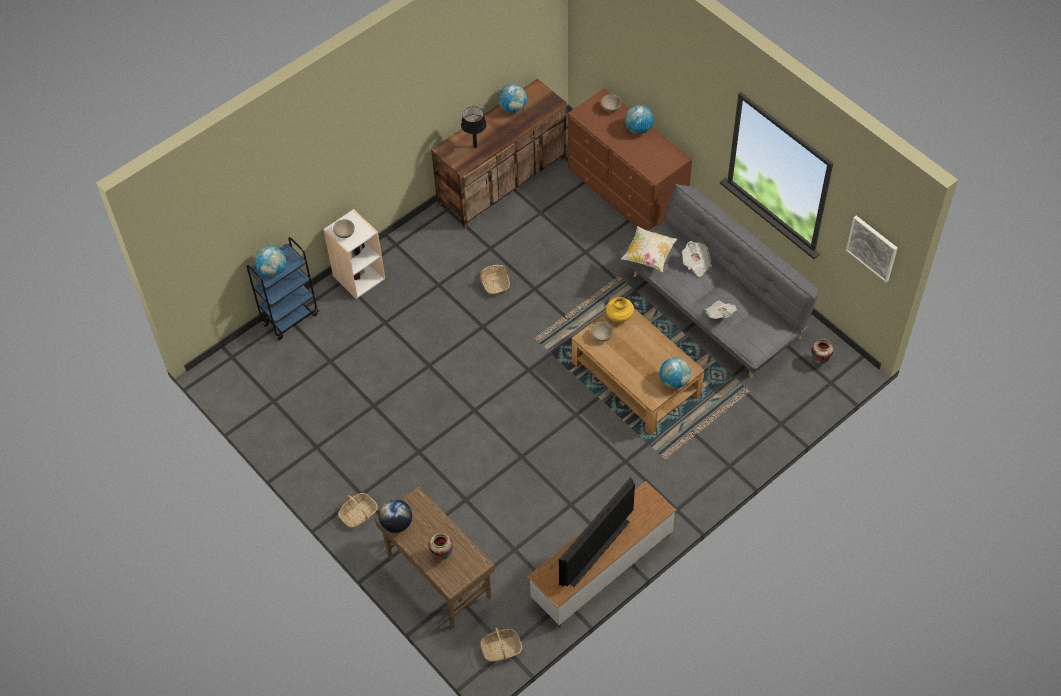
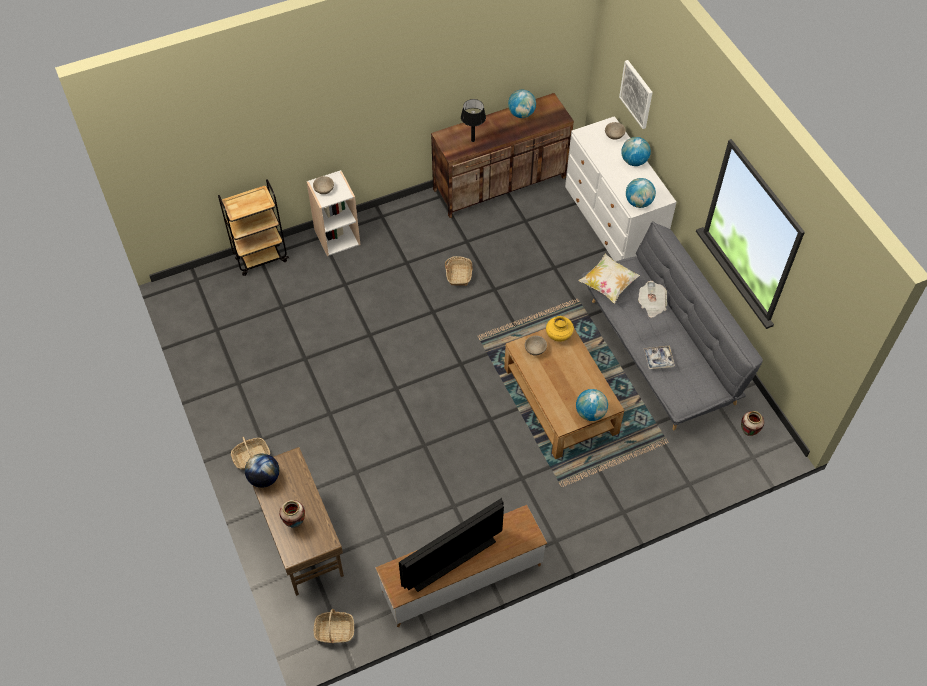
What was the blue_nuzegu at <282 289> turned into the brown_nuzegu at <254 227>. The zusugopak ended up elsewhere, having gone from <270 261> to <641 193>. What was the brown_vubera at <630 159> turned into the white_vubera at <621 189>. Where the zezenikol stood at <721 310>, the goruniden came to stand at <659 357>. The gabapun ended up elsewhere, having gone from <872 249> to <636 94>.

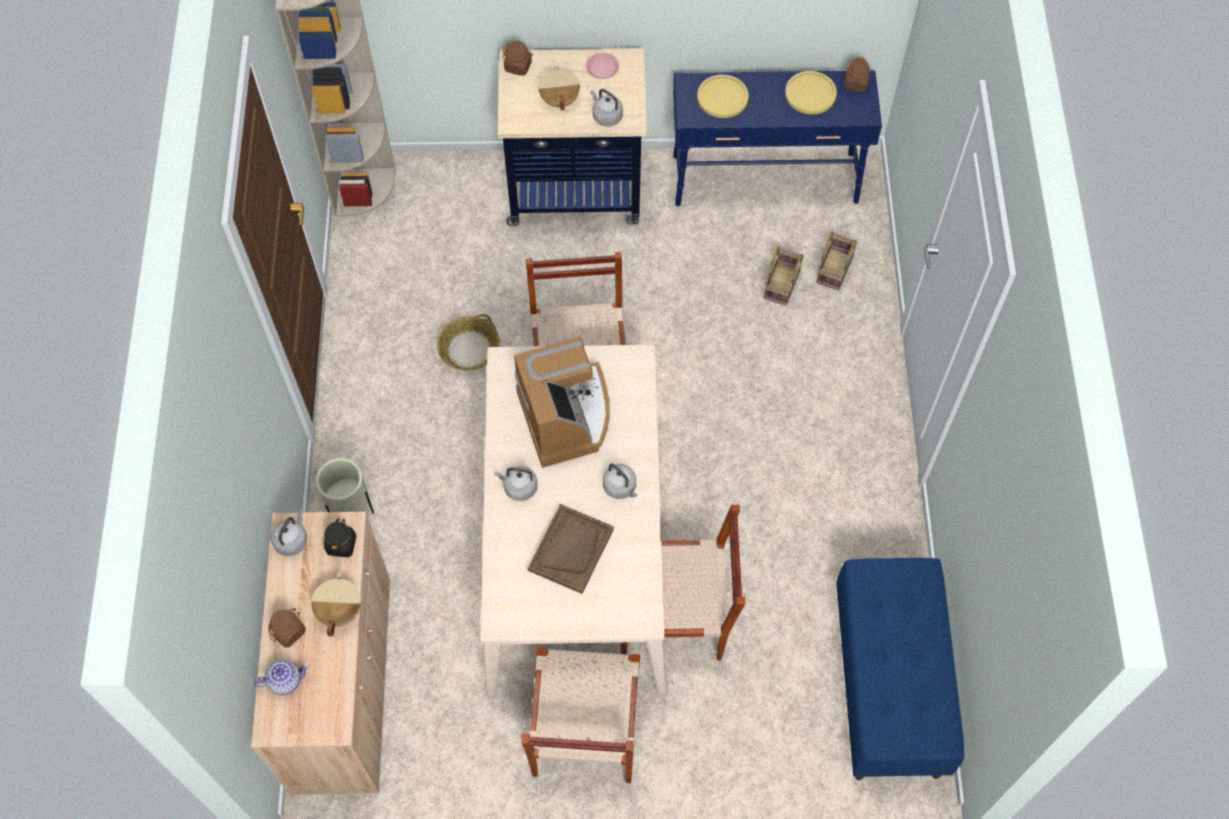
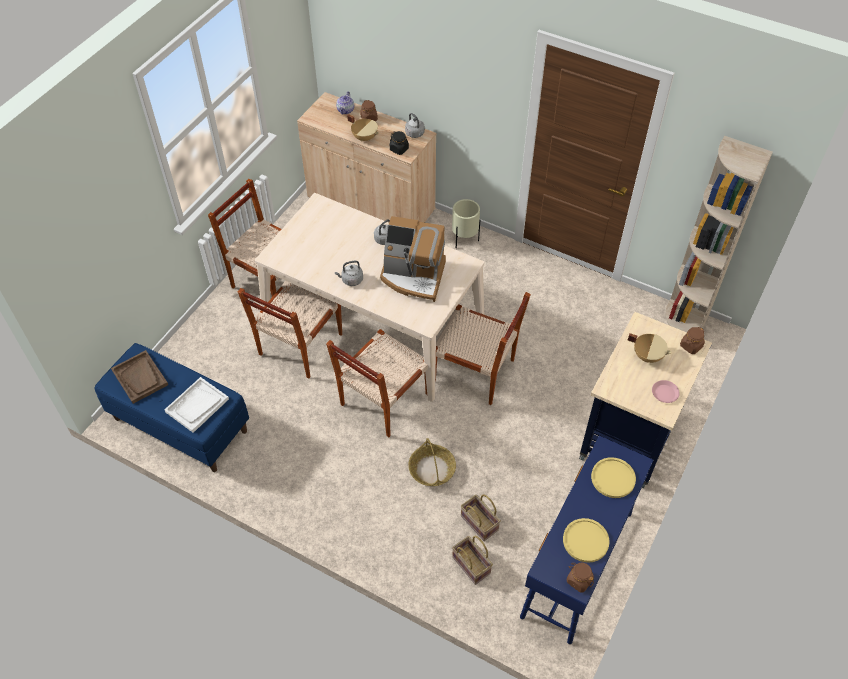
The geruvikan ended up elsewhere, having gone from <468 342> to <432 462>. The brown_goruniden ended up elsewhere, having gone from <571 549> to <139 377>. The second view lost the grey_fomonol at <606 108>. The second view gained the white_goruniden at <196 405>. The second view gained the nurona at <377 383>.

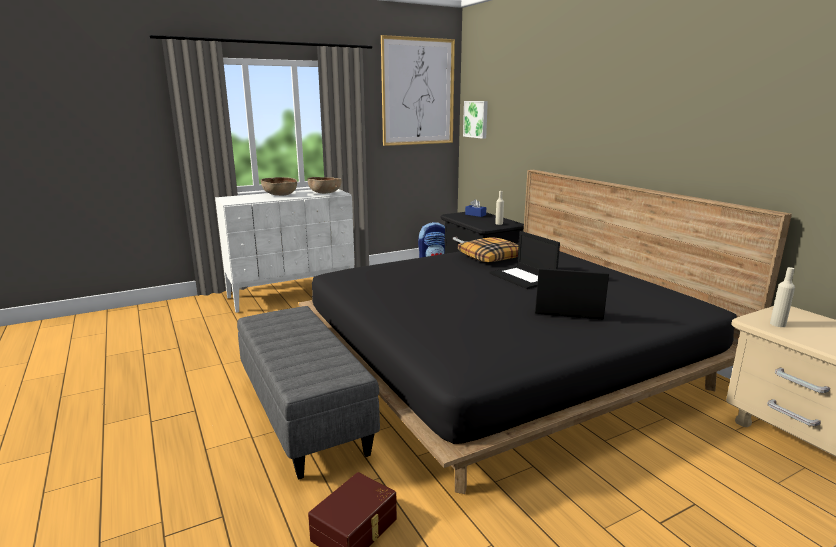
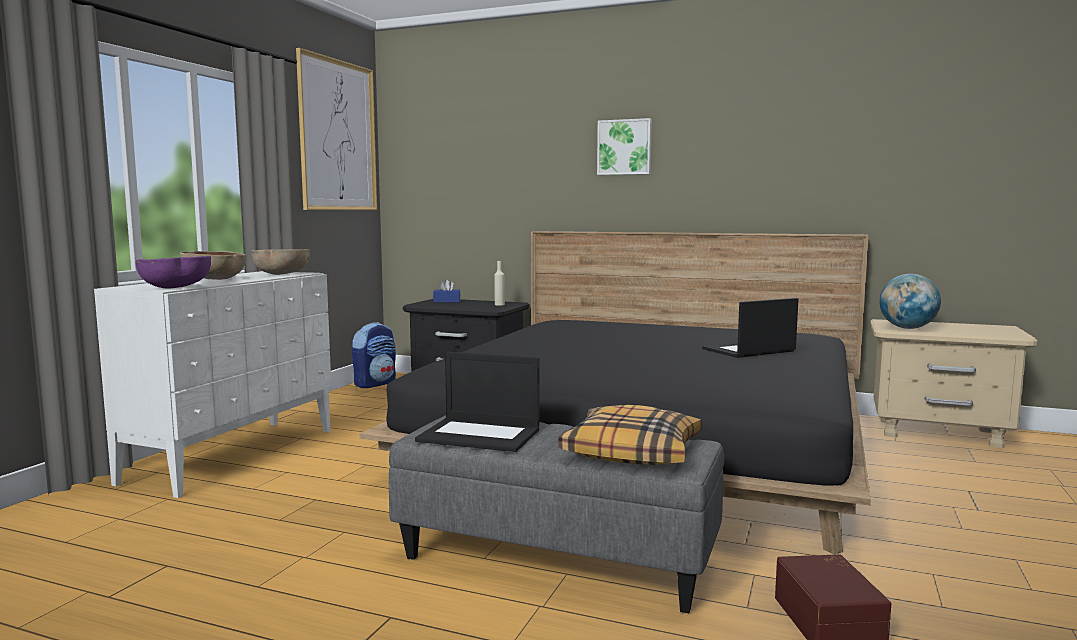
The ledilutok ended up elsewhere, having gone from <488 250> to <630 435>. The gabapun ended up elsewhere, having gone from <475 120> to <624 146>. The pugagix ended up elsewhere, having gone from <525 260> to <477 402>. Where the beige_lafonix stood at <782 297>, the zusugopak came to stand at <910 301>. The second view gained the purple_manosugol at <173 272>.

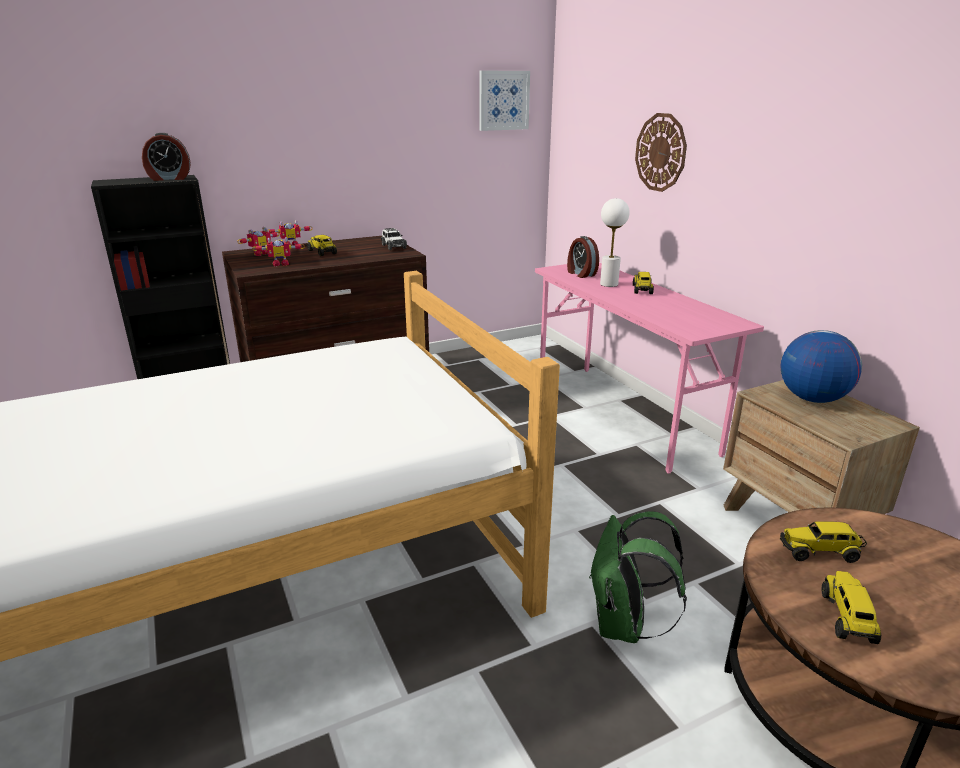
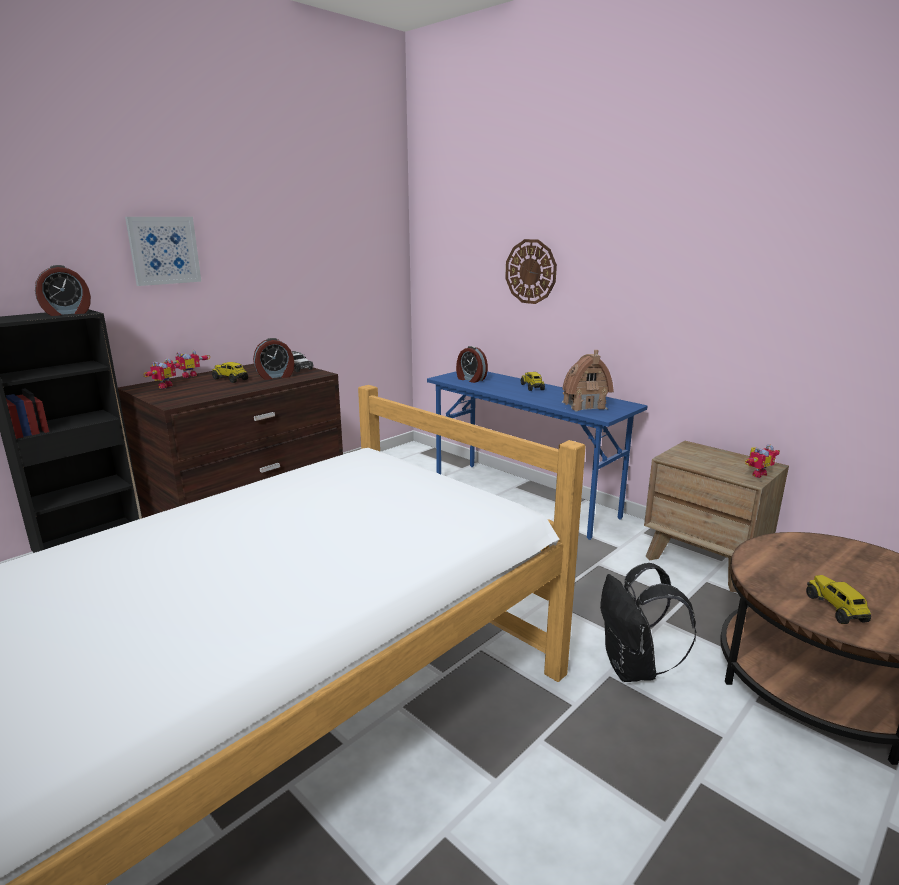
The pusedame ended up elsewhere, having gone from <278 251> to <762 461>. The gabapun ended up elsewhere, having gone from <504 101> to <163 251>. What was the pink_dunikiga at <649 368> turned into the blue_dunikiga at <537 455>. What was the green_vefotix at <638 577> turned into the black_vefotix at <648 622>. The second view lost the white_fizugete at <615 242>. The second view lost the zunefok at <823 542>. The second view lost the zusugopak at <821 366>. The second view gained the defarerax at <273 359>. The second view gained the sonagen at <588 380>.

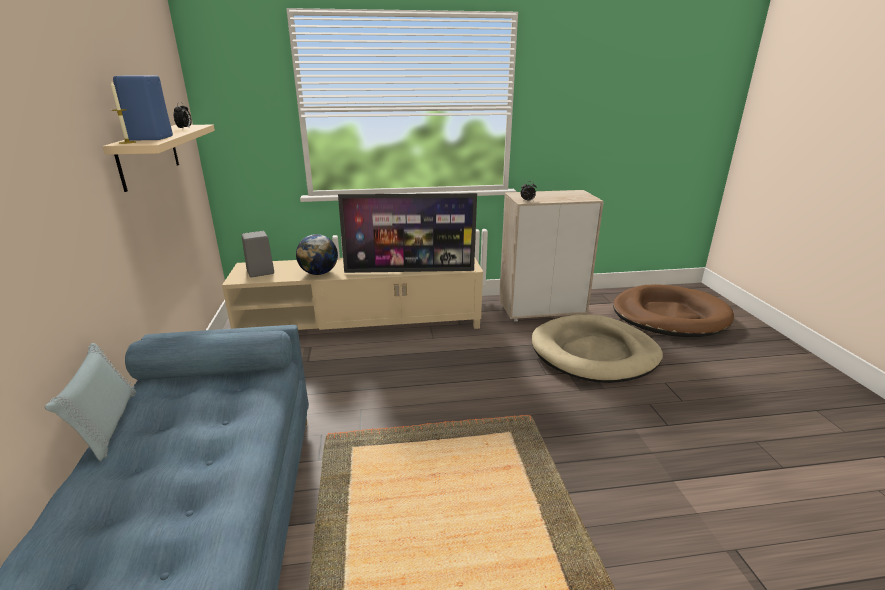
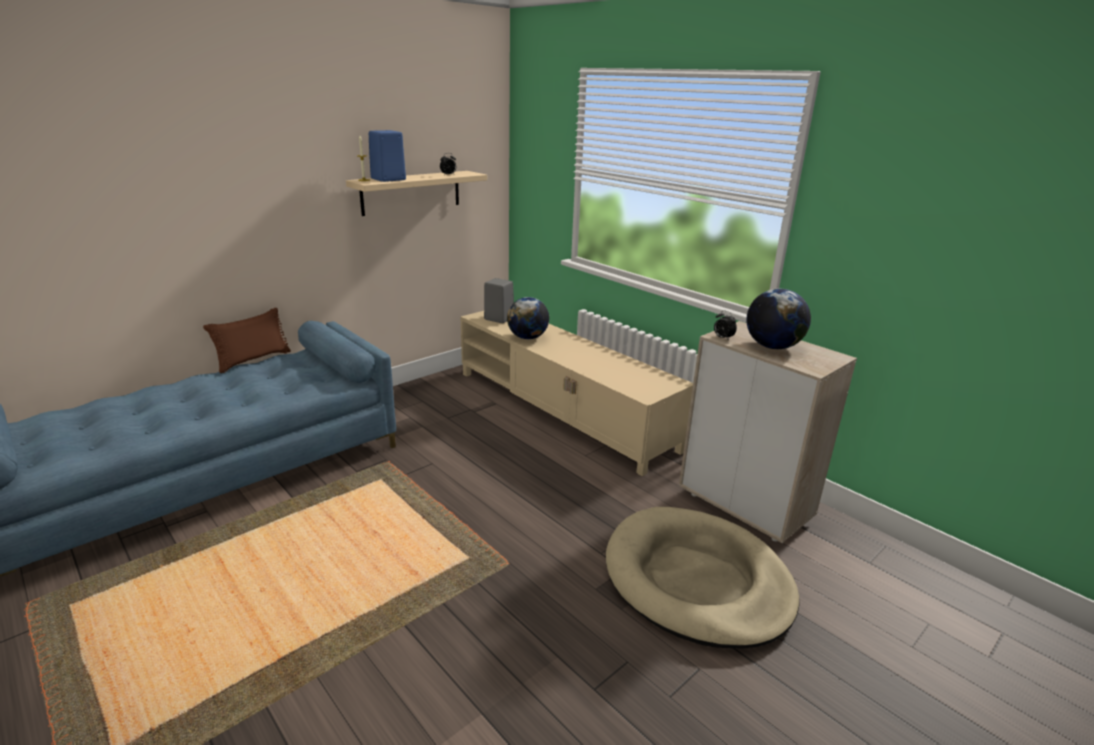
What was the blue_ledilutok at <91 402> turned into the brown_ledilutok at <247 340>. The second view lost the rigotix at <407 233>. The second view lost the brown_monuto at <673 310>. The second view gained the zusugopak at <778 319>.

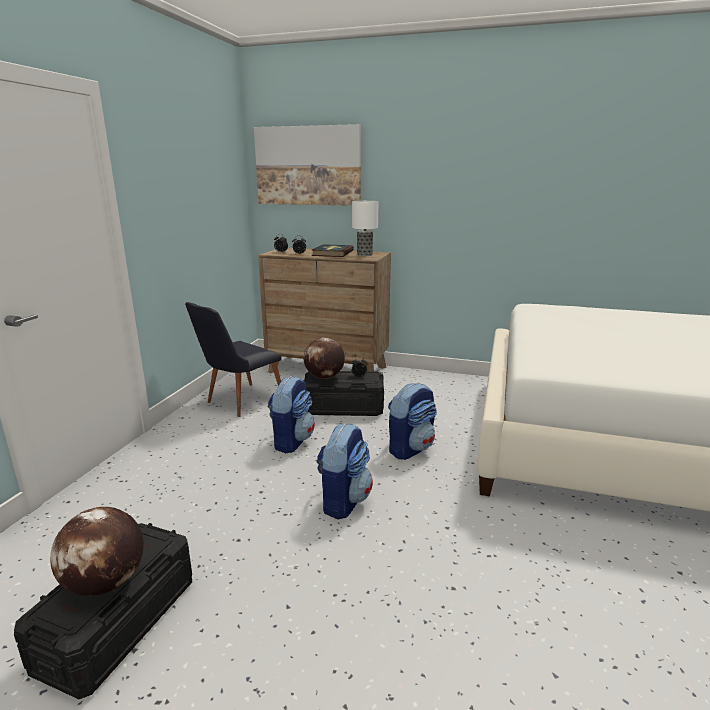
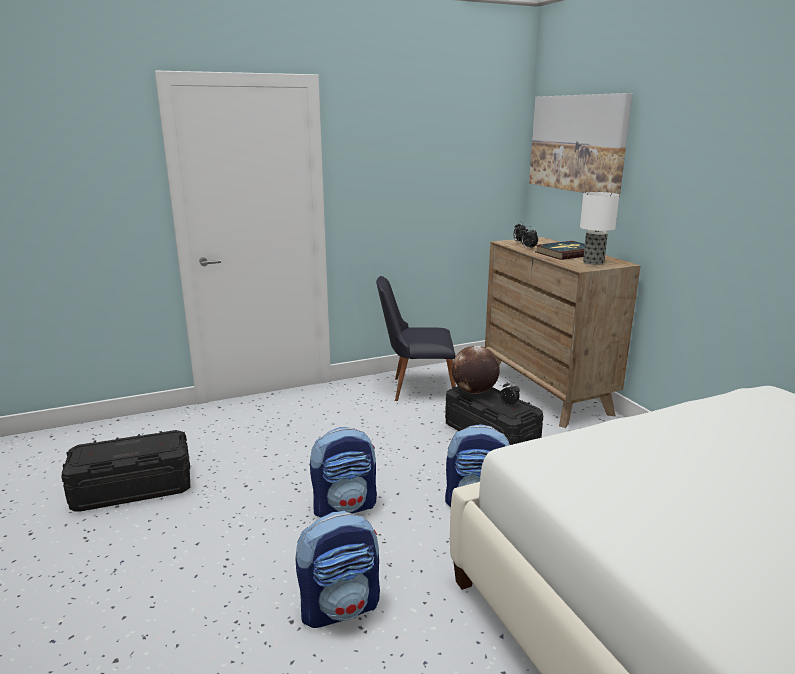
The second view lost the zusugopak at <97 551>. The vefotix ended up elsewhere, having gone from <291 414> to <337 569>.

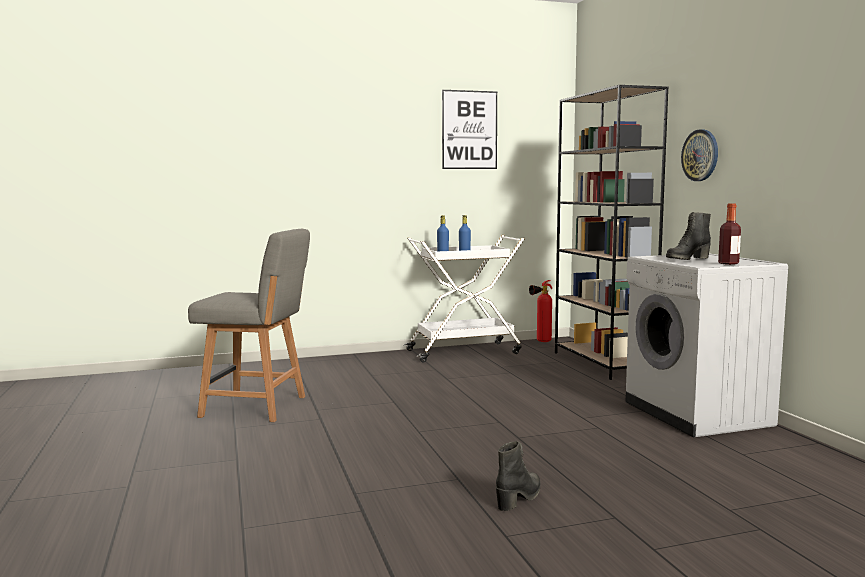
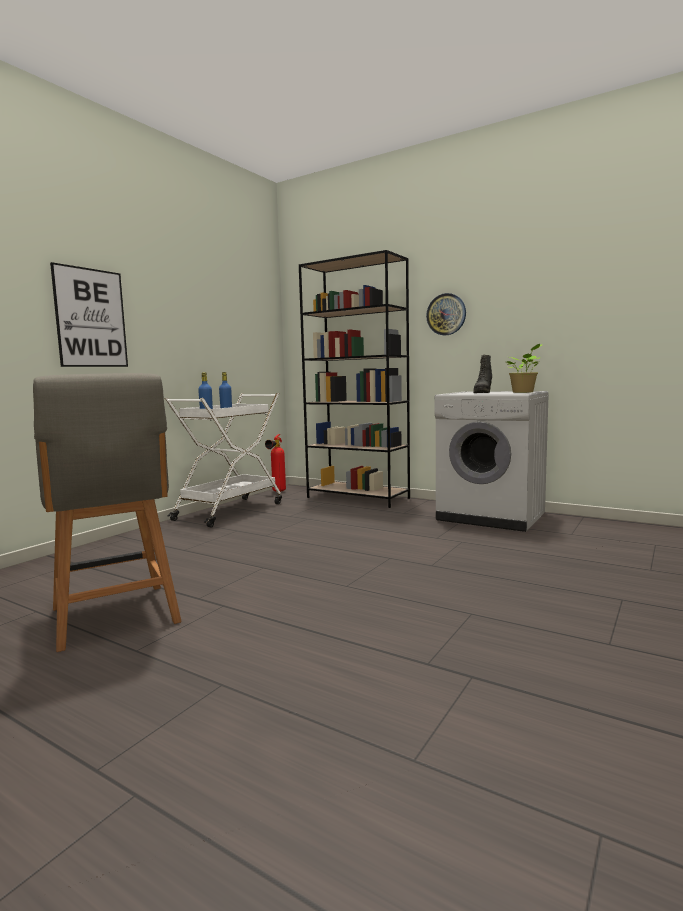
The grey_nurona at <249 325> ended up facing another way, 90 degrees clockwise from before. The gabapun ended up elsewhere, having gone from <469 129> to <89 314>. The second view lost the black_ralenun at <518 476>. Where the lafonix stood at <729 234>, the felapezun came to stand at <524 368>.

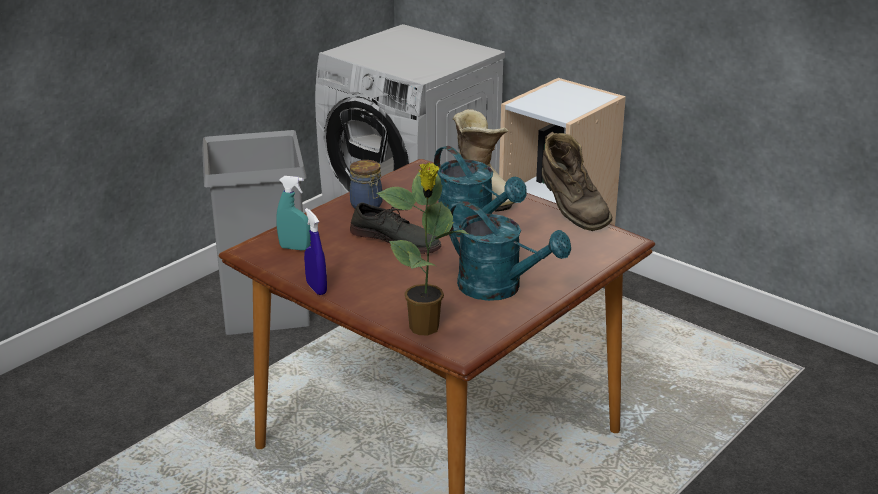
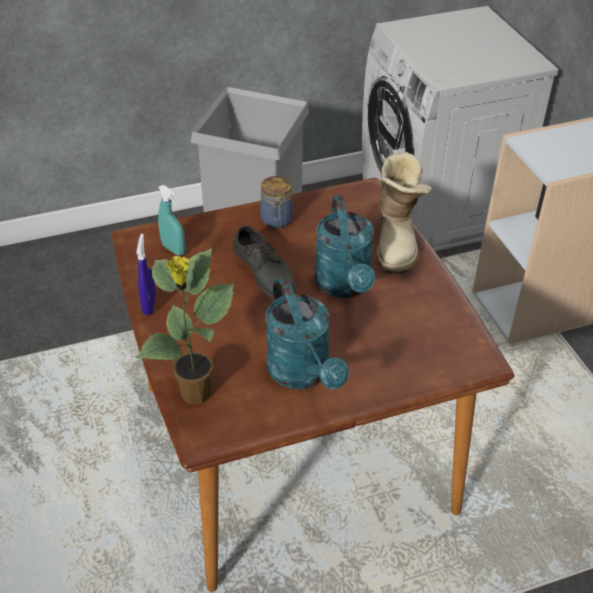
The second view lost the brown_ralenun at <577 181>.

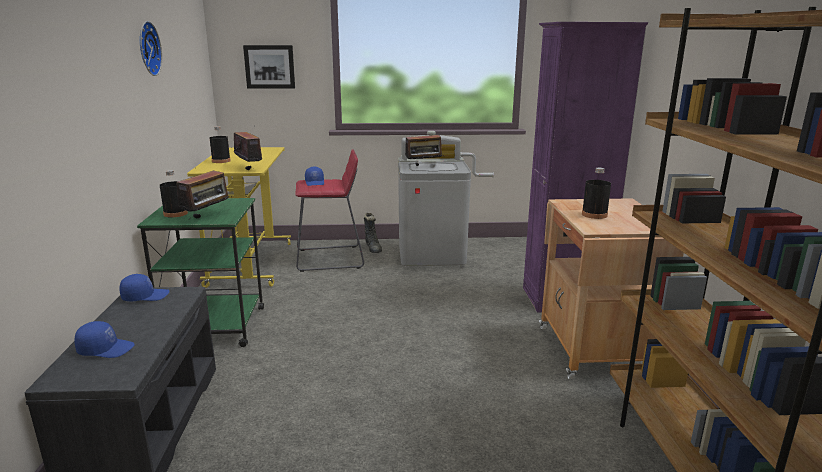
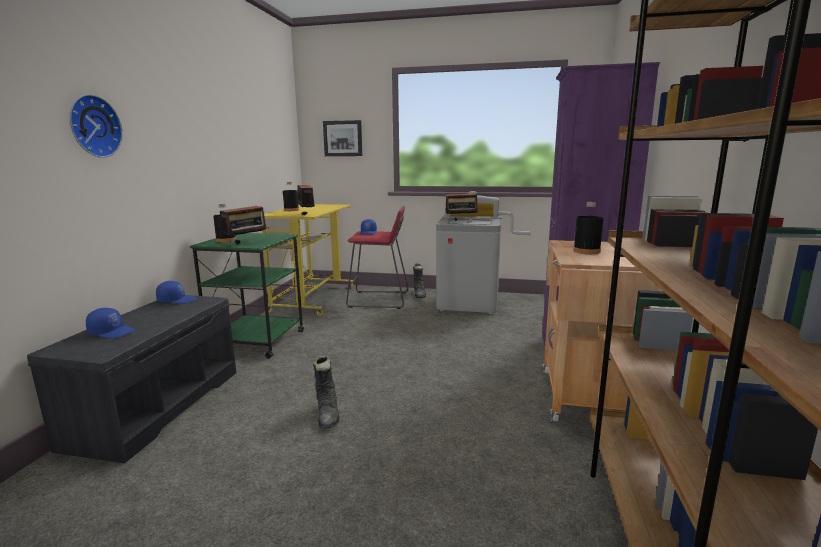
The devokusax ended up elsewhere, having gone from <151 48> to <96 126>. The second view gained the black_ralenun at <326 392>.

